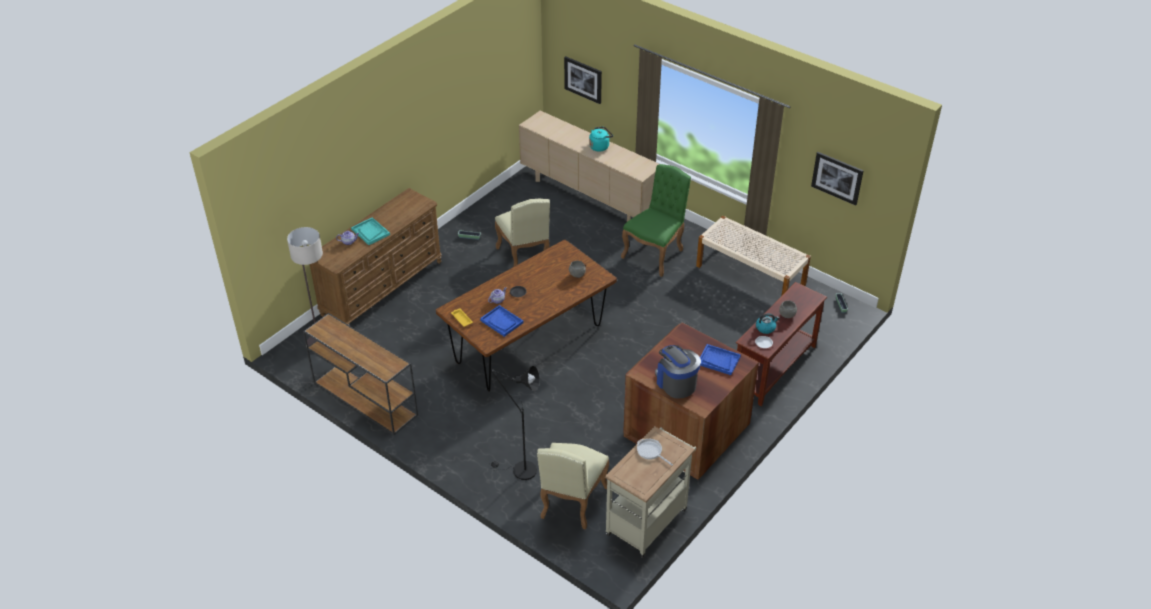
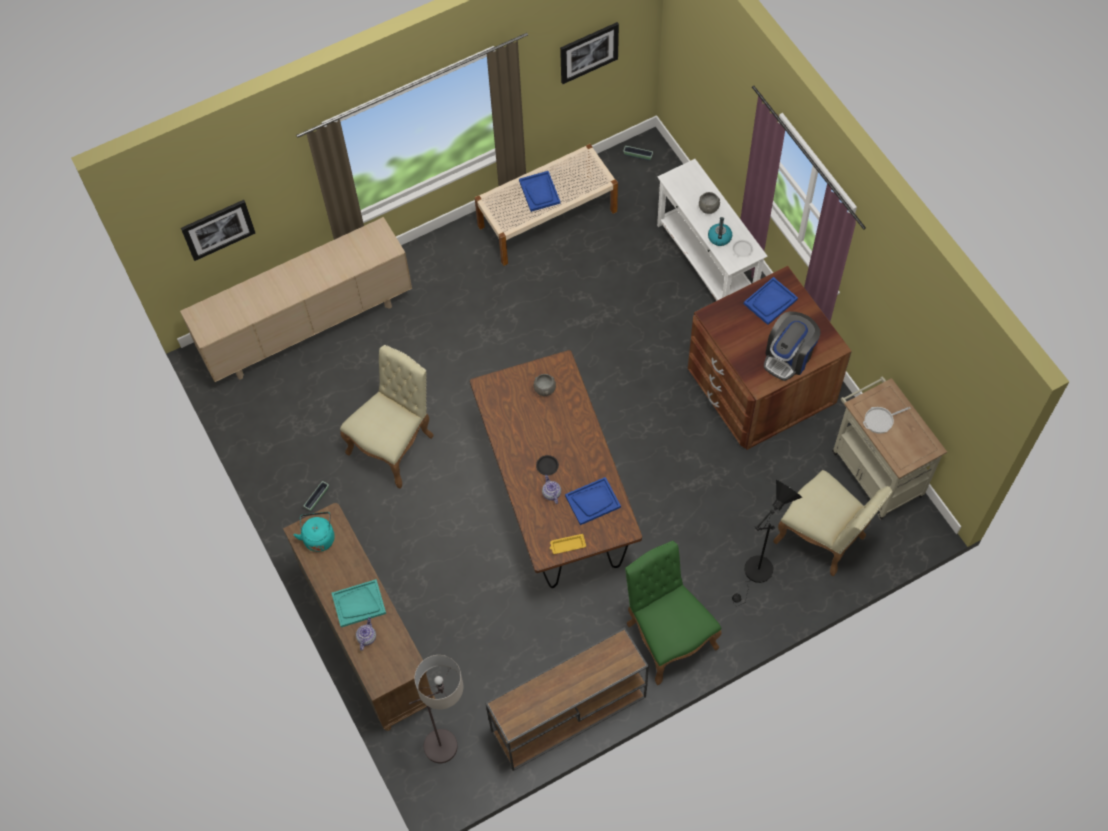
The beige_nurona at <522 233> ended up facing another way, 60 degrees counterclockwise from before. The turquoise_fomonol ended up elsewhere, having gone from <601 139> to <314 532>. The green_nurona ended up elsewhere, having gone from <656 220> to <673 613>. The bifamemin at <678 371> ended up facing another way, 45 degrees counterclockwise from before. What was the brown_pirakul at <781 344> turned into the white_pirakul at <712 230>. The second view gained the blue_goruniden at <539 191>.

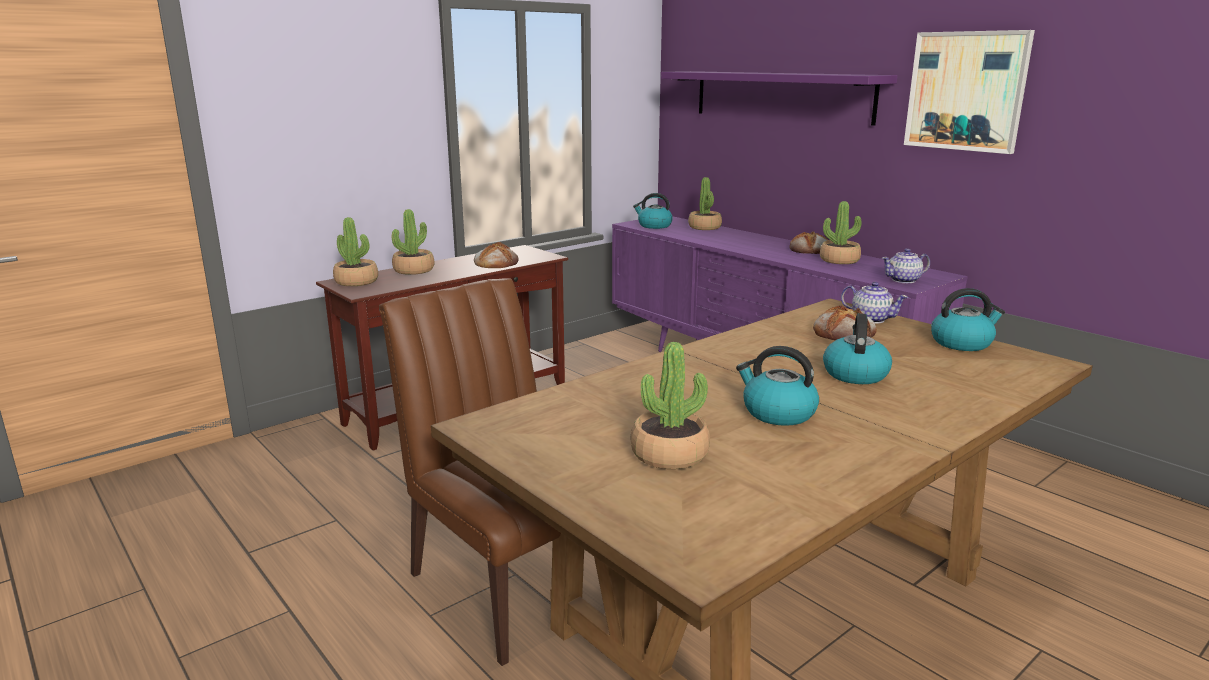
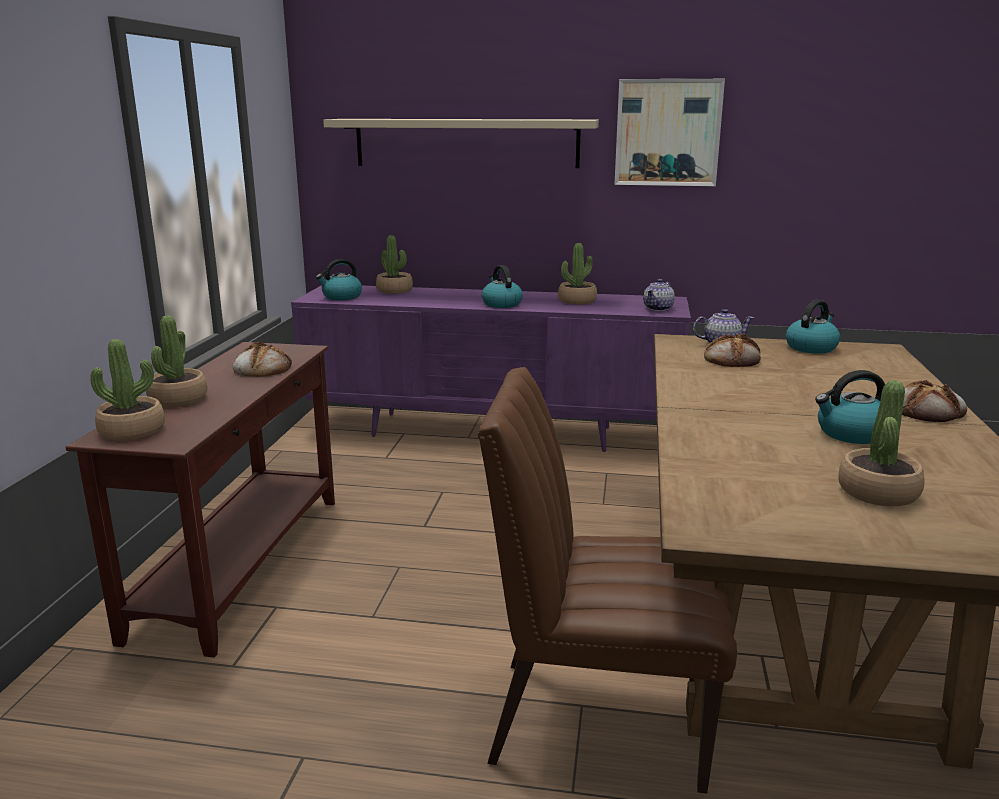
What was the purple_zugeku at <779 98> turned into the beige_zugeku at <461 143>. The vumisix ended up elsewhere, having gone from <808 242> to <934 401>. The fomonol ended up elsewhere, having gone from <857 348> to <502 286>.

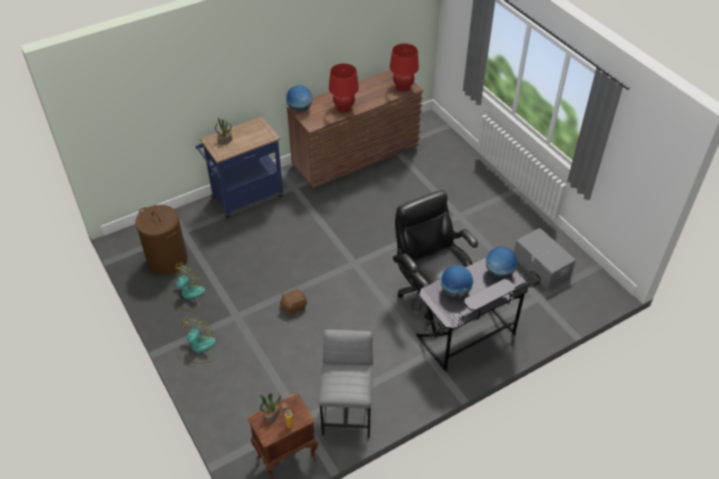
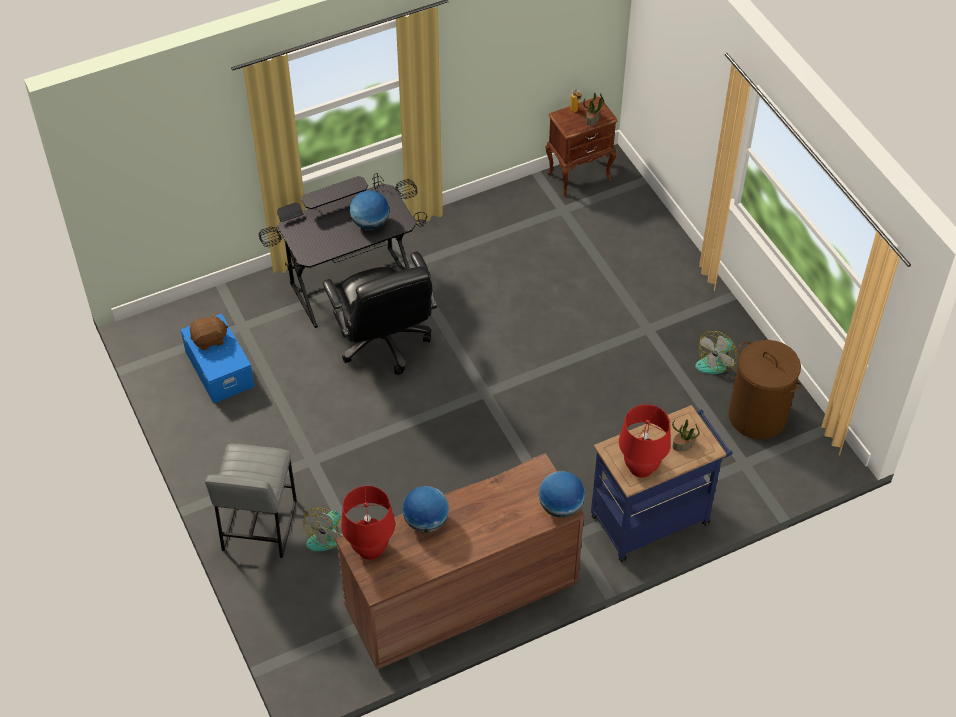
The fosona ended up elsewhere, having gone from <199 340> to <323 529>. The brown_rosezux ended up elsewhere, having gone from <293 302> to <209 331>. The grey_nurona ended up elsewhere, having gone from <346 383> to <251 501>. The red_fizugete ended up elsewhere, having gone from <344 87> to <645 441>. The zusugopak ended up elsewhere, having gone from <502 262> to <426 509>. What was the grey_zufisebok at <545 259> turned into the blue_zufisebok at <218 359>.

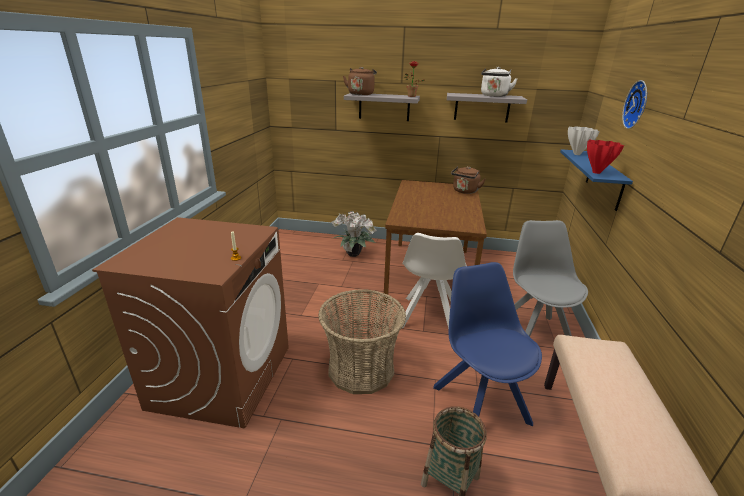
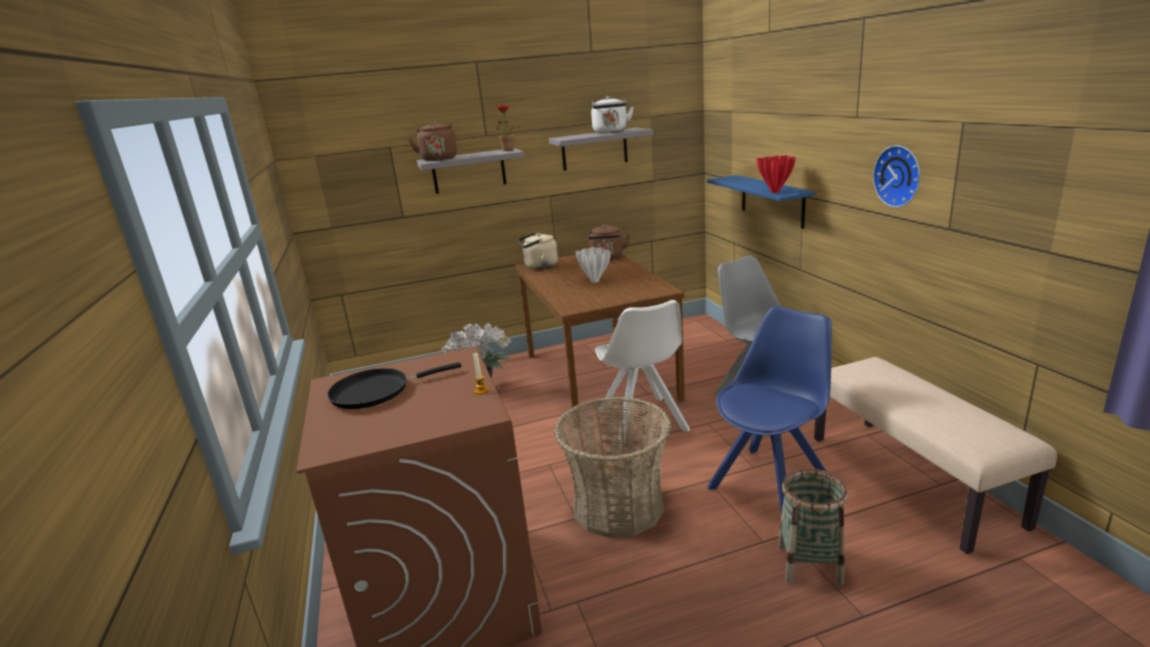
The blue_nurona at <487 344> ended up facing another way, 90 degrees clockwise from before. The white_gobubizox ended up elsewhere, having gone from <584 140> to <593 265>. The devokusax ended up elsewhere, having gone from <634 104> to <896 176>. The second view gained the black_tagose at <394 385>. The second view gained the beige_fomonol at <538 250>.

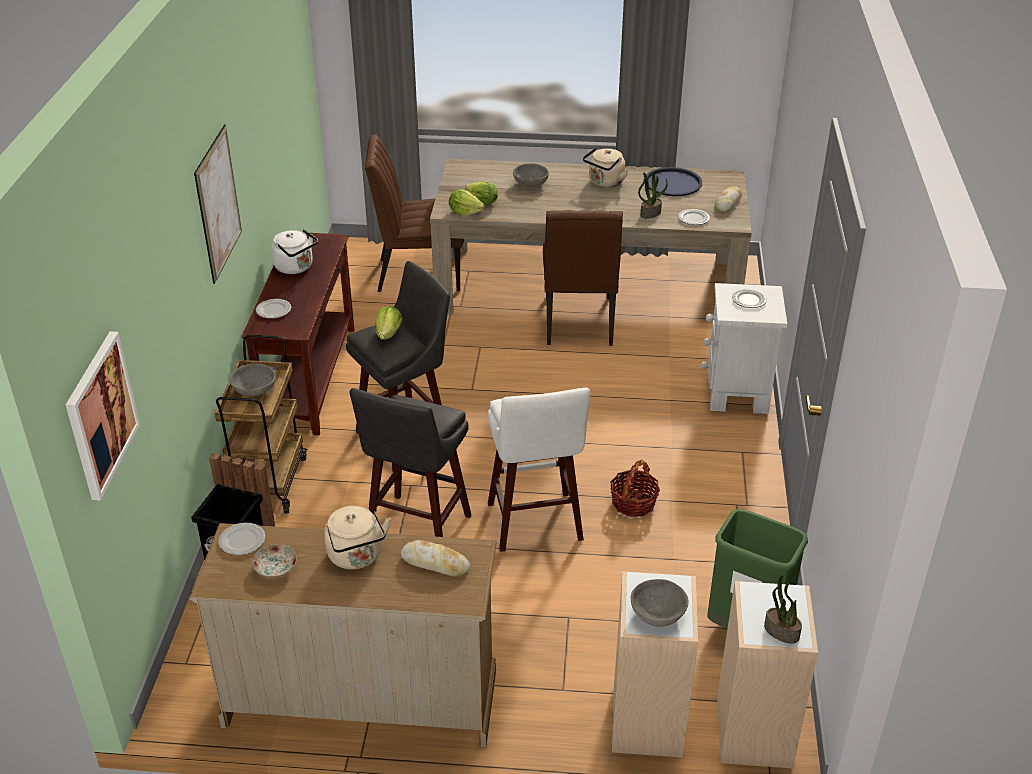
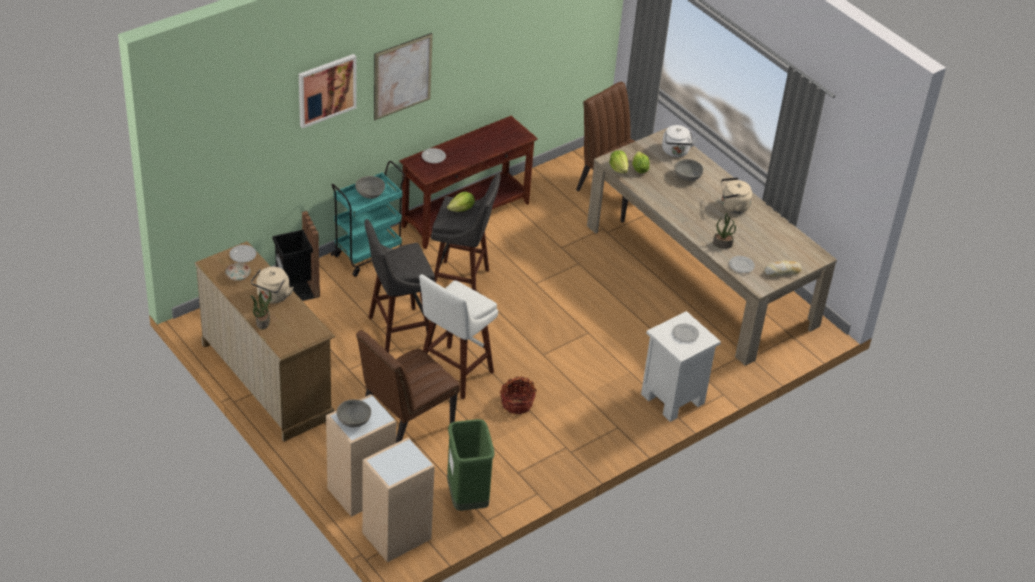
The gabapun ended up elsewhere, having gone from <103 415> to <327 91>. What was the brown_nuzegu at <261 424> turned into the turquoise_nuzegu at <367 219>. The white_fomonol ended up elsewhere, having gone from <294 251> to <680 141>. The second view lost the vumisix at <435 558>. The brown_nurona ended up elsewhere, having gone from <583 278> to <408 386>. The second view lost the blue_goruniden at <674 181>. The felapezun ended up elsewhere, having gone from <783 609> to <260 310>.

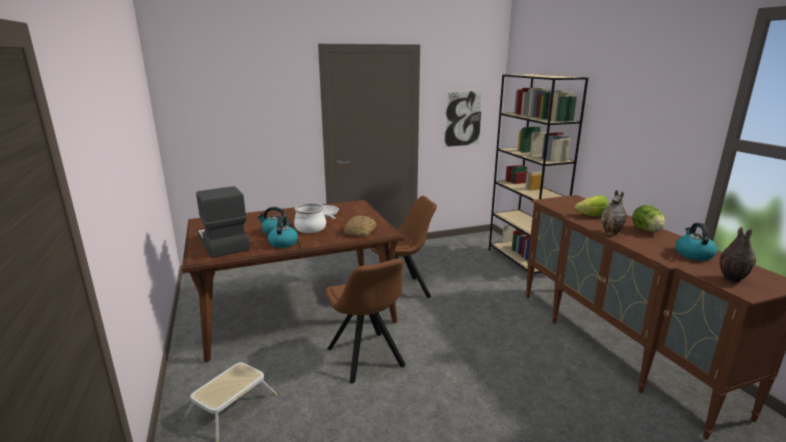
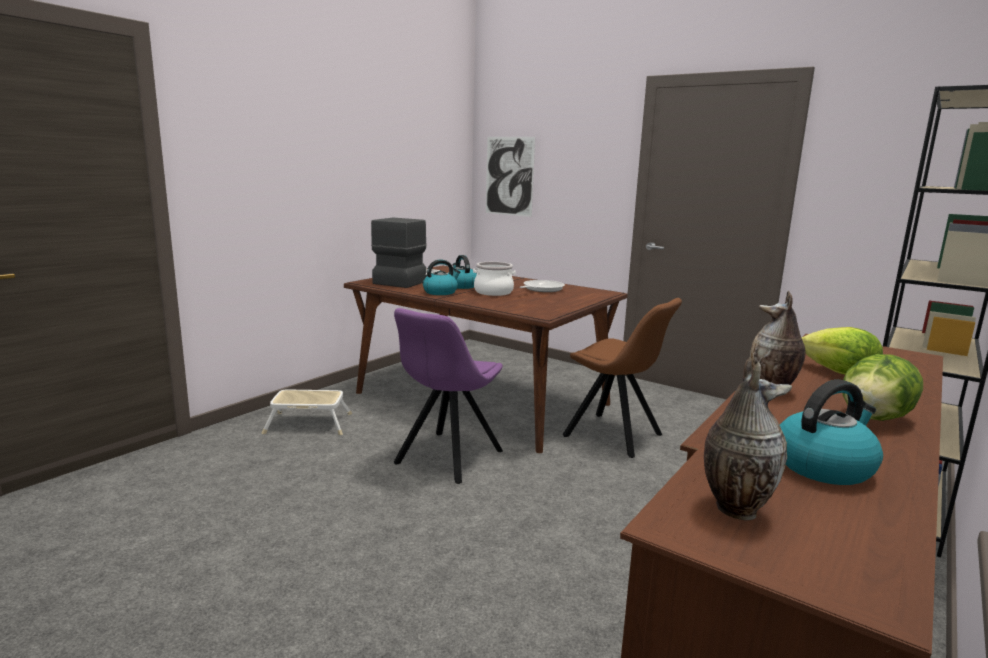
What was the brown_nurona at <365 320> turned into the purple_nurona at <448 396>. The second view lost the vumisix at <360 226>. The gabapun ended up elsewhere, having gone from <463 119> to <510 177>.

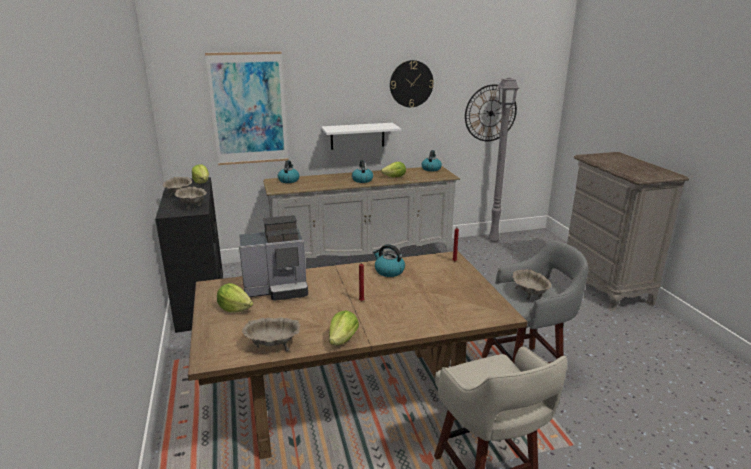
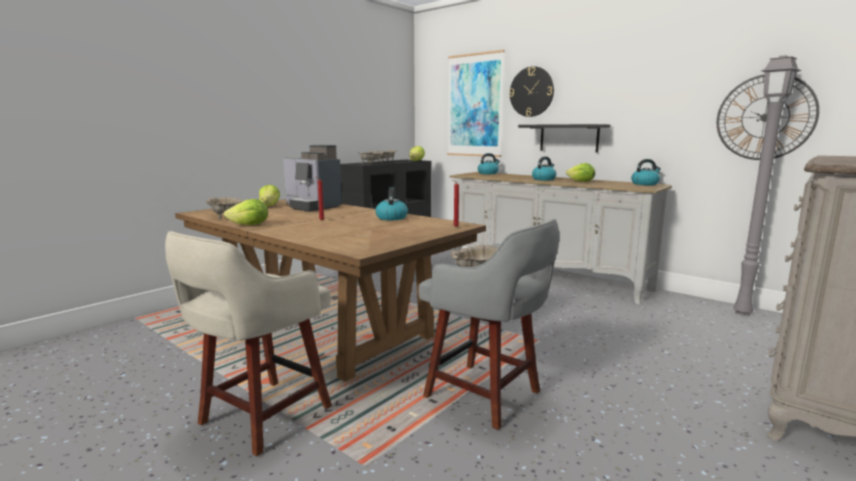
What was the white_zugeku at <361 136> turned into the black_zugeku at <564 138>. The devokusax ended up elsewhere, having gone from <412 83> to <531 91>.

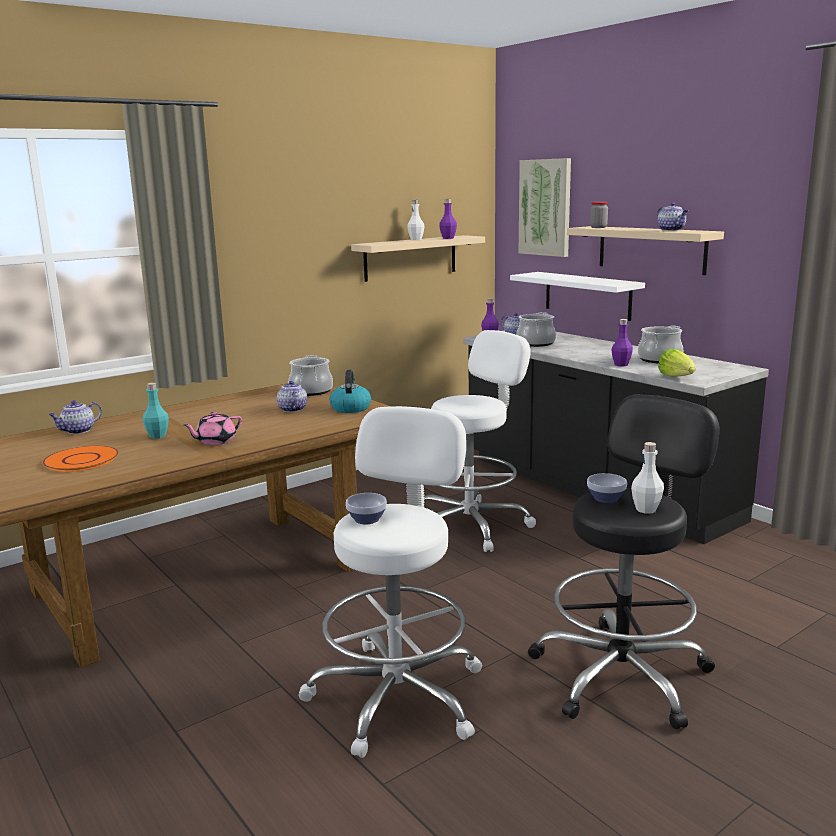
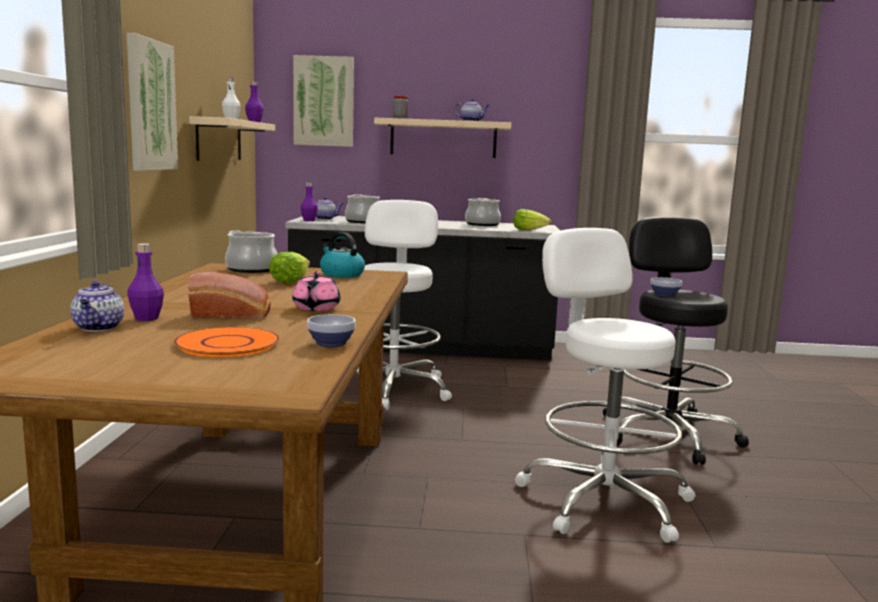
Where the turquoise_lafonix stood at <156 411>, the vumisix came to stand at <229 295>. Where the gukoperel stood at <292 396>, the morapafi came to stand at <289 268>. The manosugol ended up elsewhere, having gone from <366 508> to <331 330>. The second view lost the white_zugeku at <577 296>. The purple_lafonix ended up elsewhere, having gone from <622 342> to <145 282>. The second view lost the white_lafonix at <647 478>. The second view gained the gabapun at <152 102>.

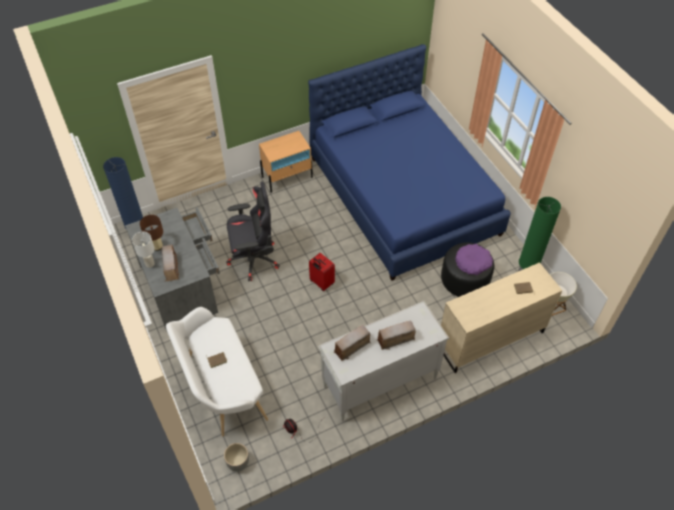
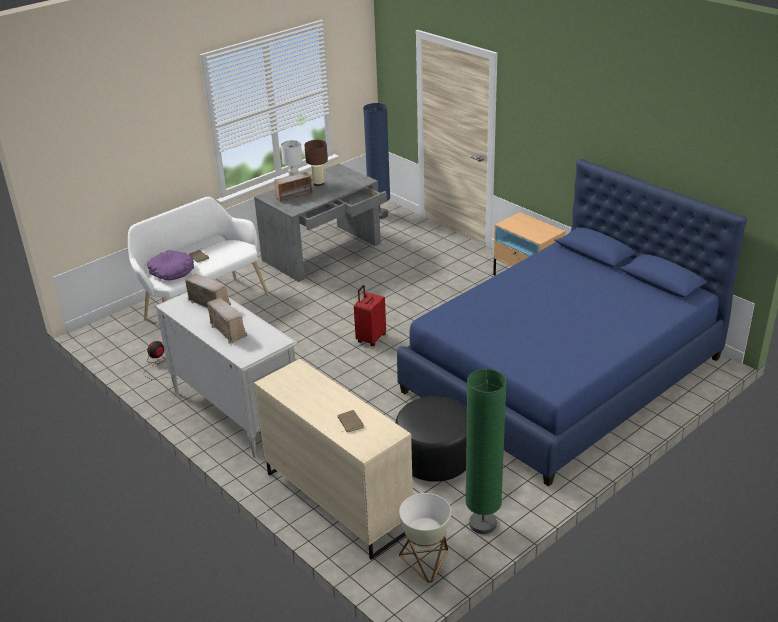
The second view lost the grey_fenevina at <236 457>. The second view lost the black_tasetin at <253 231>. The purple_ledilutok ended up elsewhere, having gone from <474 259> to <170 265>.

